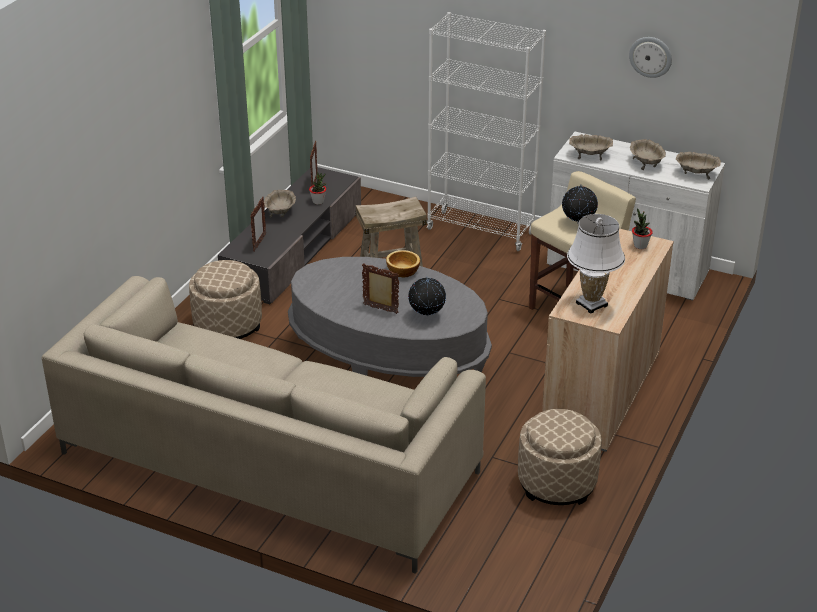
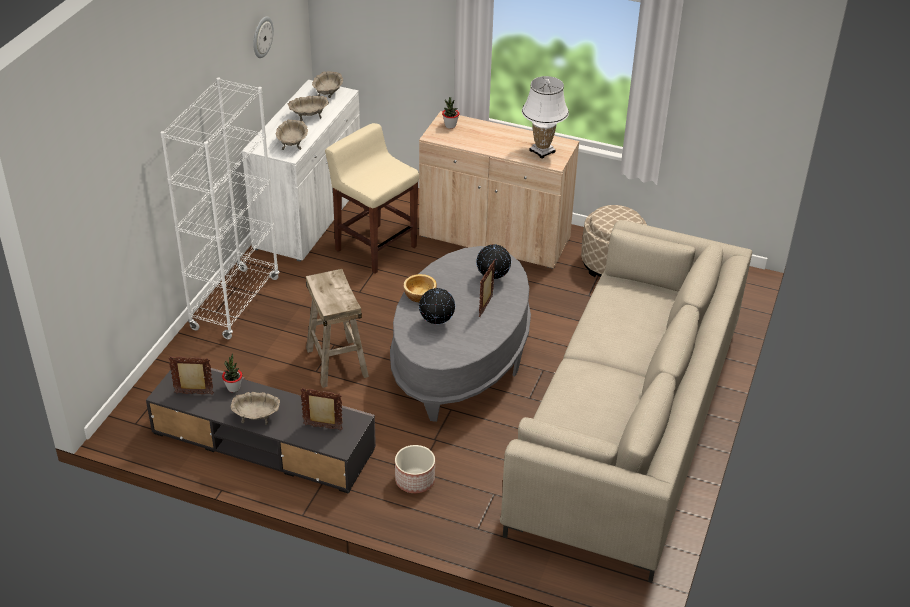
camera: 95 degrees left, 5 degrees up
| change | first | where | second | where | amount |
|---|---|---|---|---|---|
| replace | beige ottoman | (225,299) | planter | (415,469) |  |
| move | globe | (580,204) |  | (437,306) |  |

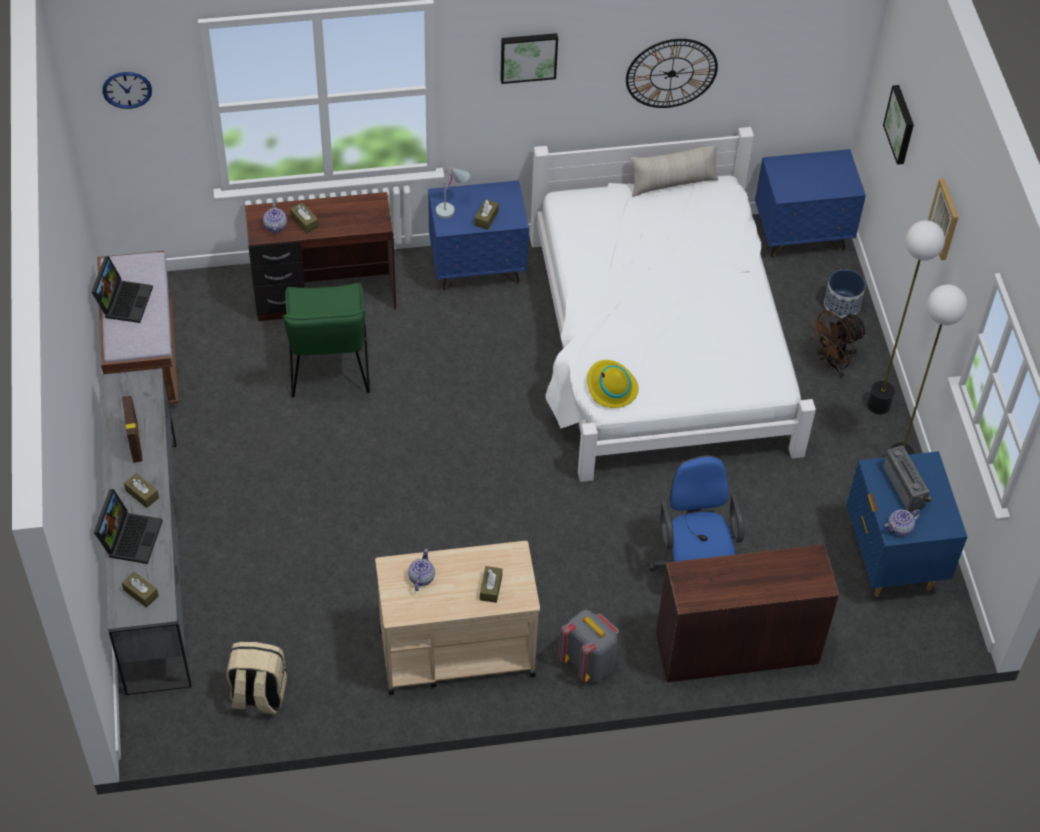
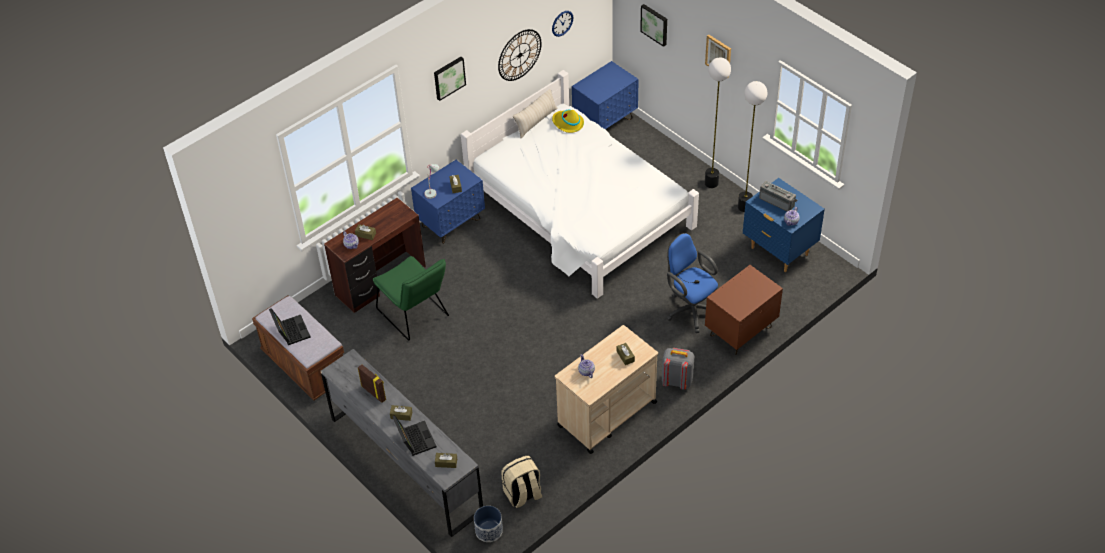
camera: 30 degrees left, 5 degrees down
| change | first | where | second | where | amount |
|---|---|---|---|---|---|
| move | planter | (845,293) |  | (488,524) |  |
| move | wall clock | (127,90) |  | (562,24) |  |
| move | yellow hat | (613,384) |  | (568,121) |  |
| replace | brown desk | (747,613) | brown nightstand | (744,310) |  |
| delete | brown fan | (837,344) |  |  |  |

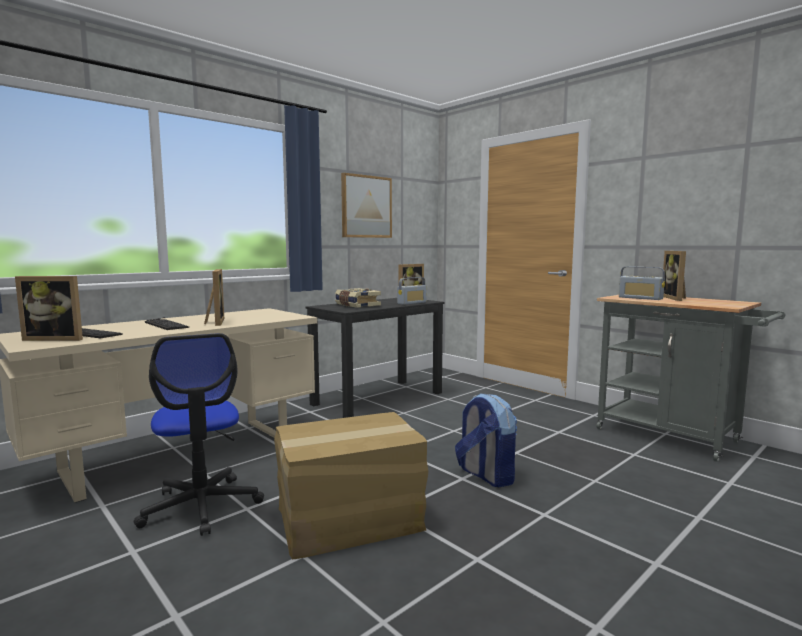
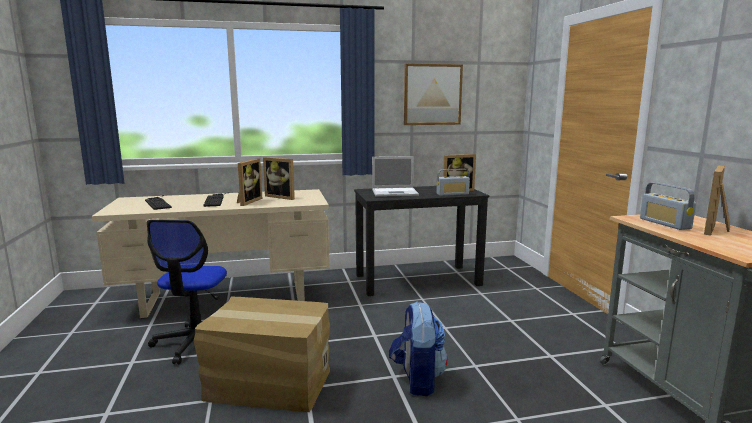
camera: 30 degrees right, 5 degrees up
| change | first | where | second | where | amount |
|---|---|---|---|---|---|
| move | picture frame | (49,308) |  | (279,178) |  |
| replace | book | (358,298) | laptop | (395,176) |  |

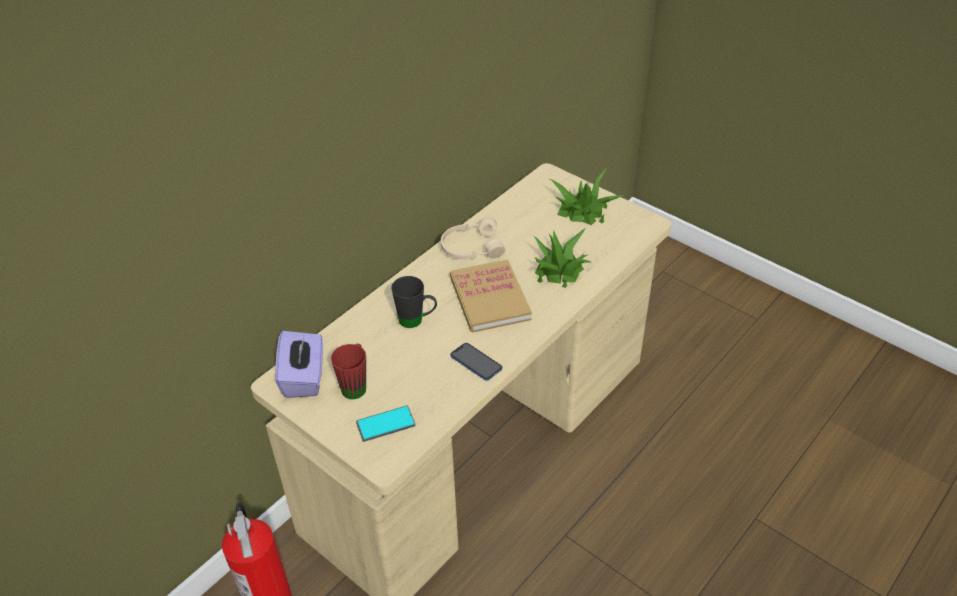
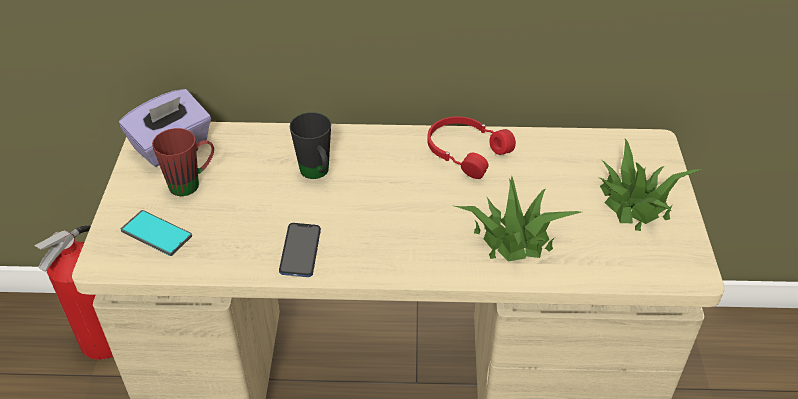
camera: 50 degrees right, 0 degrees up
| change | first | where | second | where | amount |
|---|---|---|---|---|---|
| recolor | beige headphones | (473,238) | red headphones | (471,147) |  |
| delete | book | (491,296) |  |  |  |

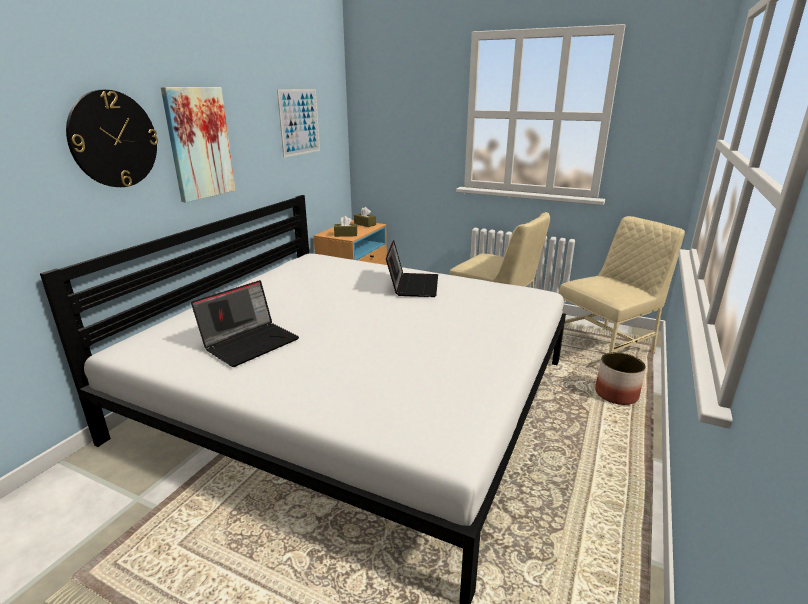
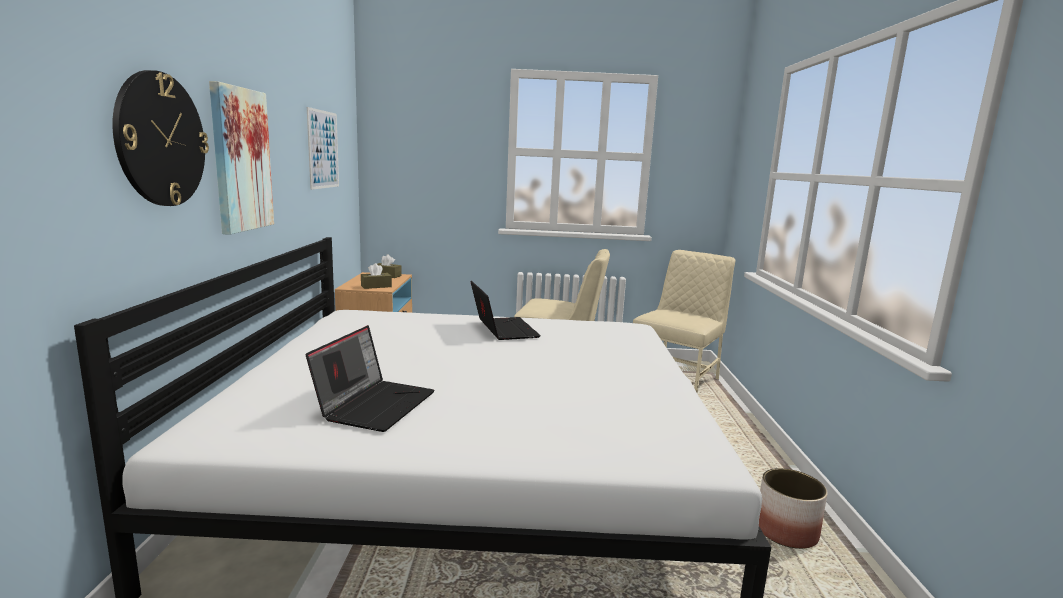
camera: 25 degrees left, 10 degrees down
| change | first | where | second | where | amount |
|---|---|---|---|---|---|
| move | planter | (620,378) |  | (793,508) |  |

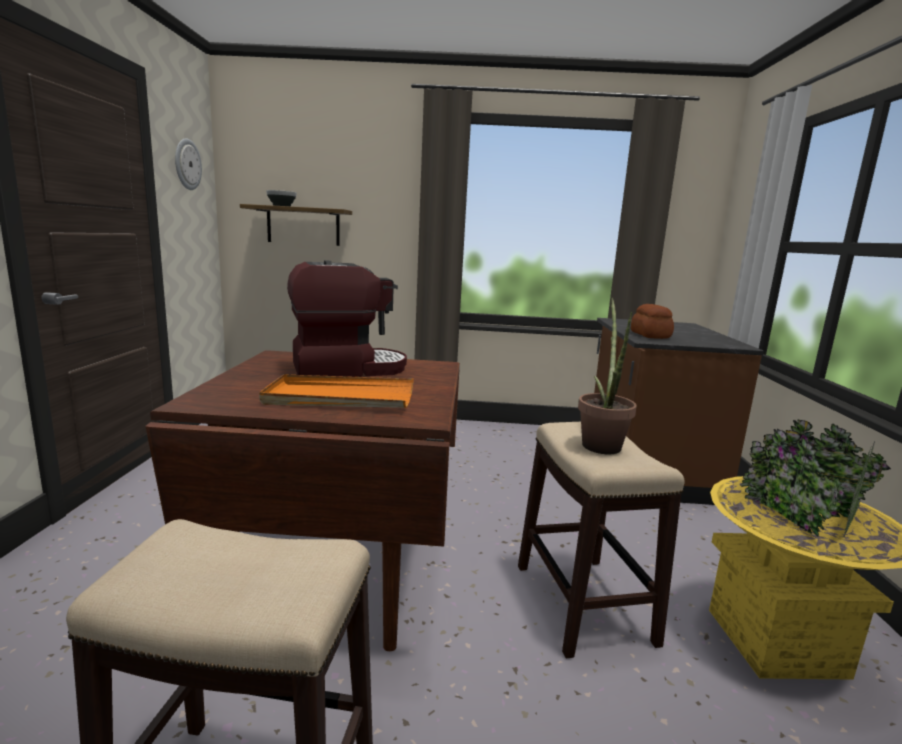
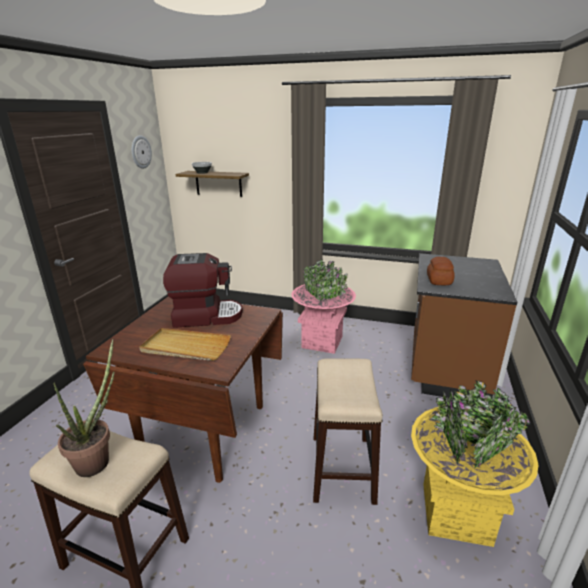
camera: 15 degrees right, 10 degrees up
| change | first | where | second | where | amount |
|---|---|---|---|---|---|
| move | potted plant | (607,376) |  | (84,408) |  |
| recolor | orange tray | (336,391) | beige tray | (185,344) |  |
| insert |  |  | pink planter | (323,307) |  |

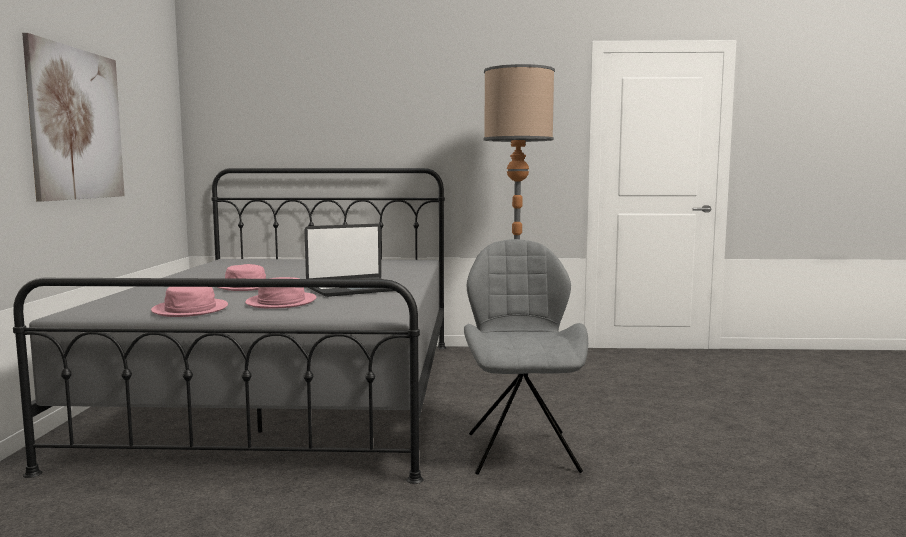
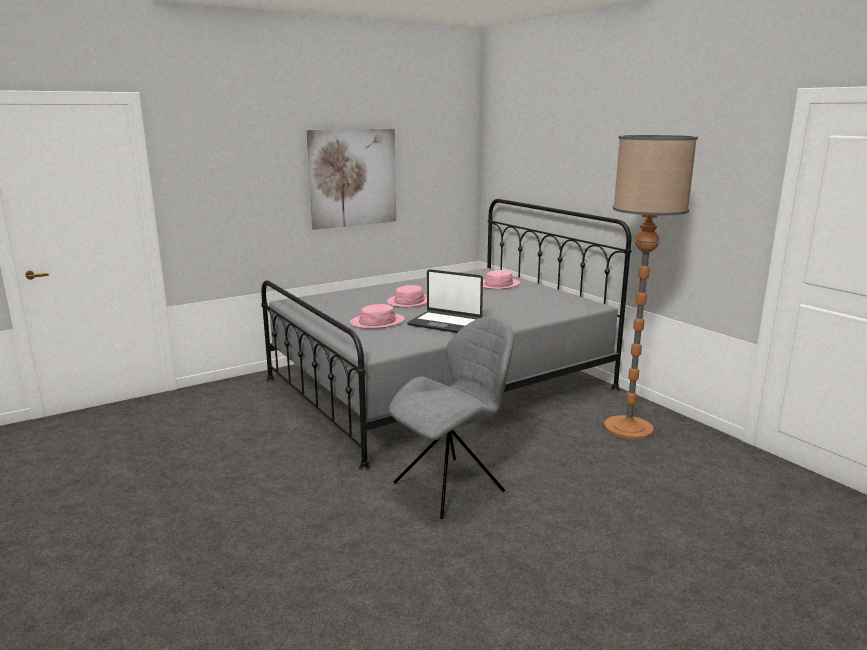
camera: 55 degrees right, 10 degrees up
| change | first | where | second | where | amount |
|---|---|---|---|---|---|
| move | pink hat | (189,302) |  | (501,279) |  |

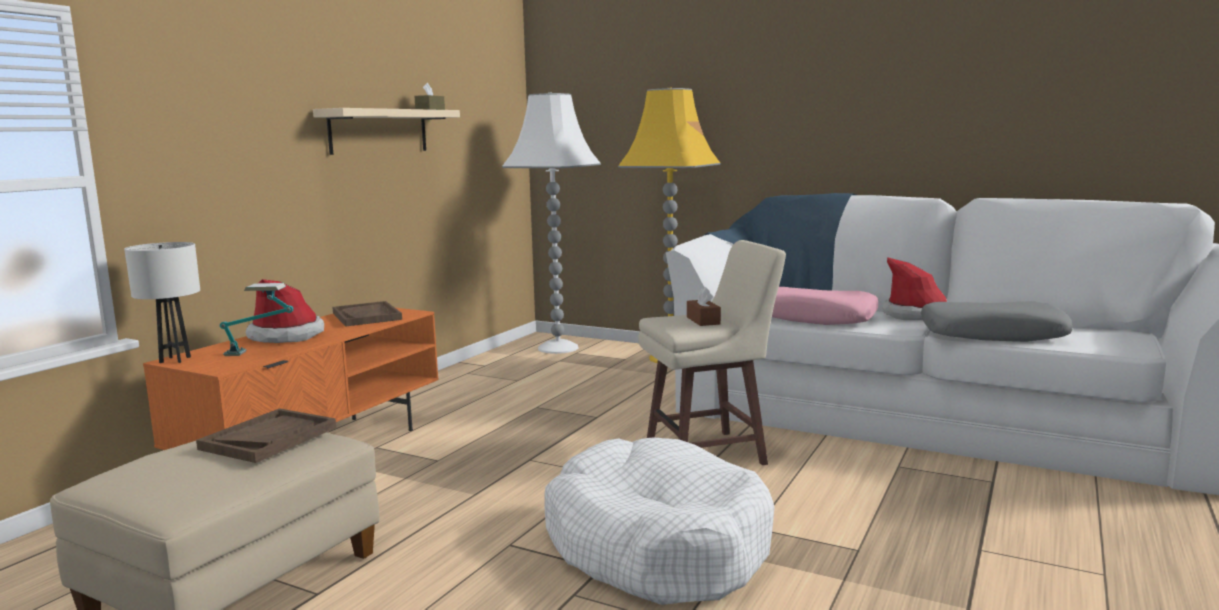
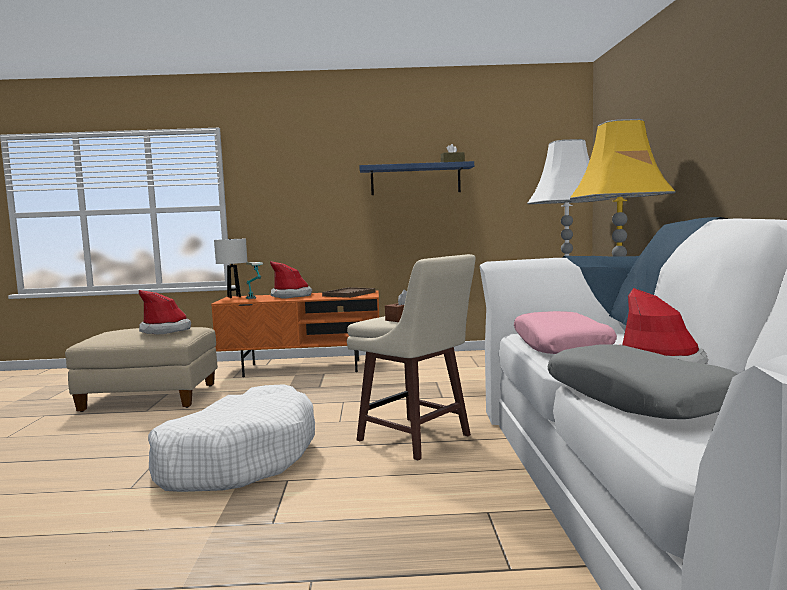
camera: 60 degrees right, 5 degrees down
| change | first | where | second | where | amount |
|---|---|---|---|---|---|
| replace | brown tray | (266,435) | hat | (165,312) |  |
| recolor | beige shelf | (386,131) | blue shelf | (416,178) |  |

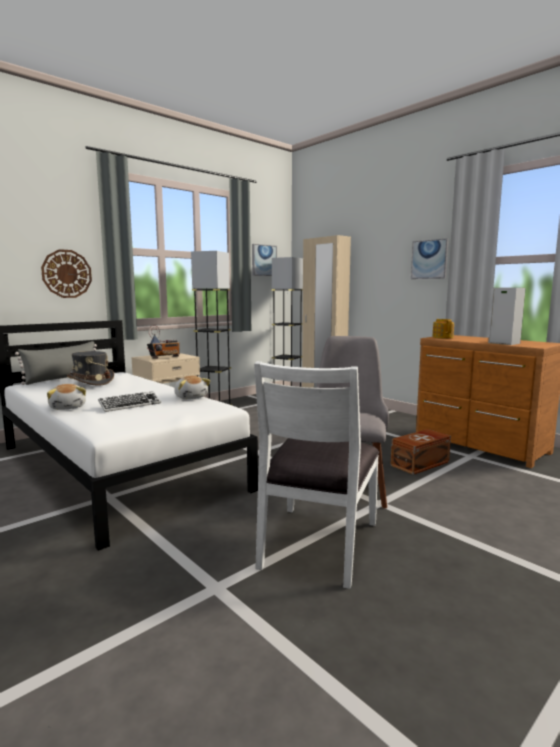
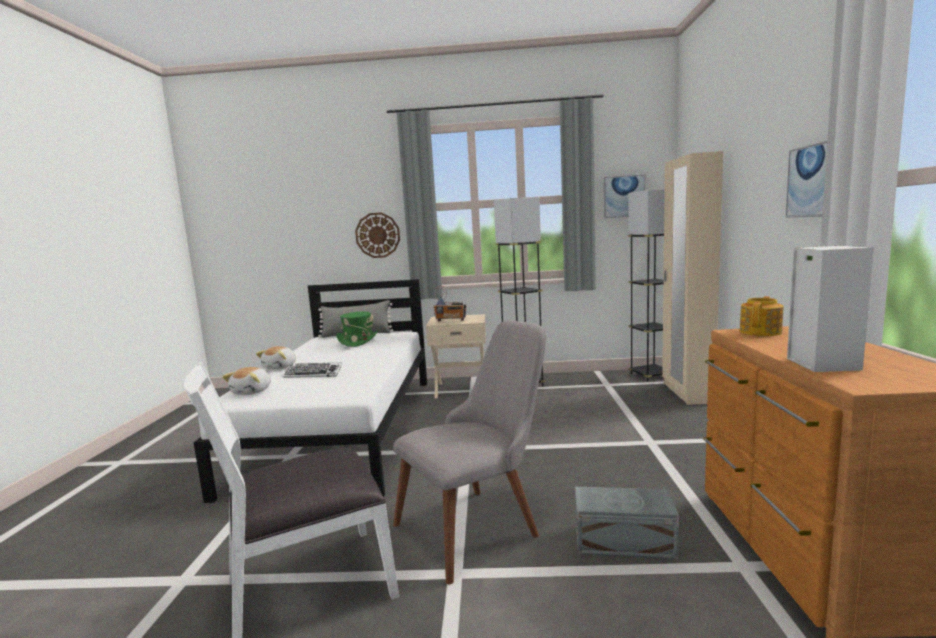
camera: 45 degrees right, 0 degrees up
| change | first | where | second | where | amount |
|---|---|---|---|---|---|
| move | plush toy | (192,387) |  | (246,381) |  |
| recolor | grey hat | (90,368) | green hat | (357,329) |  |
| recolor | brown storage box | (420,452) | grey storage box | (627,523) |  |

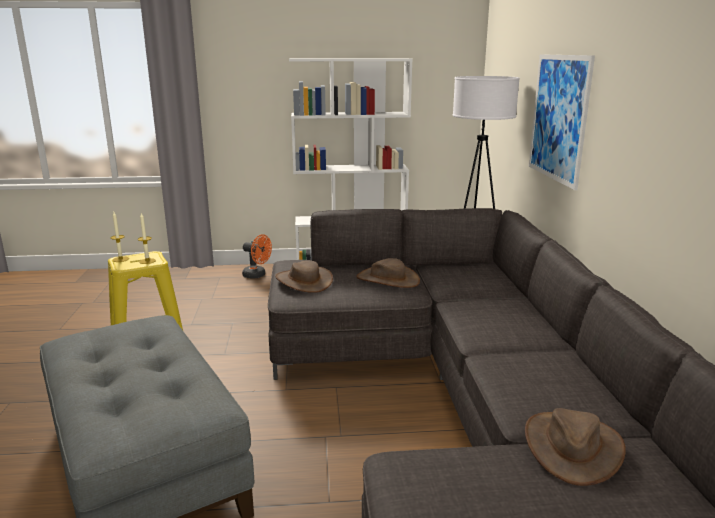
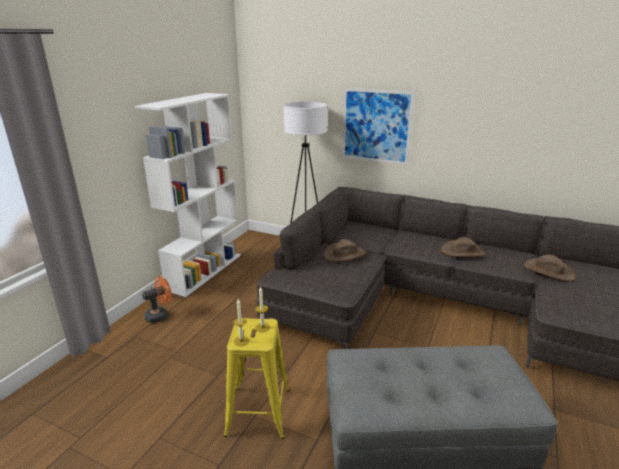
camera: 60 degrees left, 5 degrees up
| change | first | where | second | where | amount |
|---|---|---|---|---|---|
| move | brown hat | (304,276) |  | (463,247) |  |

